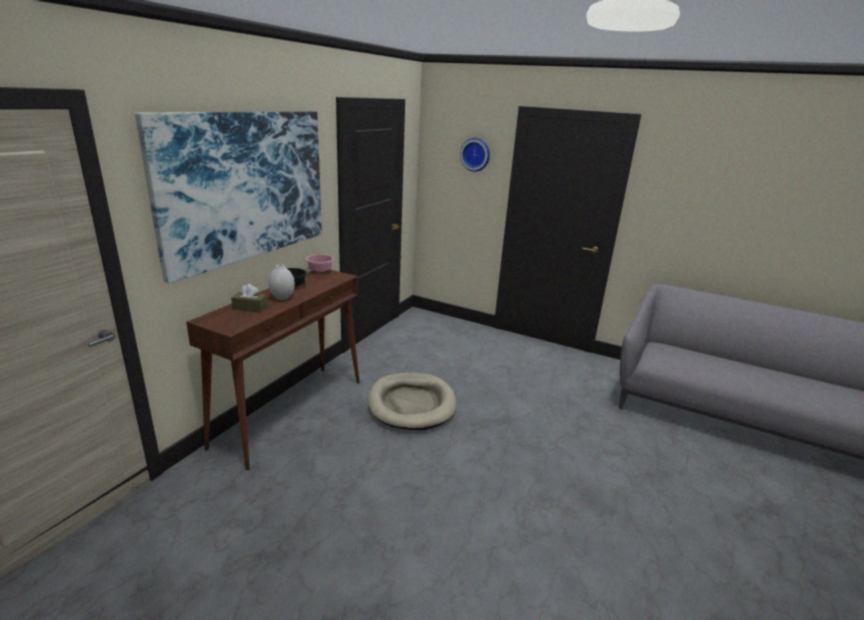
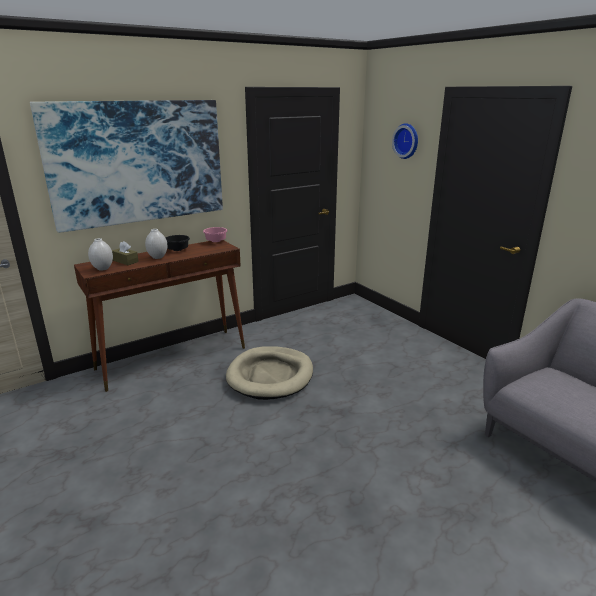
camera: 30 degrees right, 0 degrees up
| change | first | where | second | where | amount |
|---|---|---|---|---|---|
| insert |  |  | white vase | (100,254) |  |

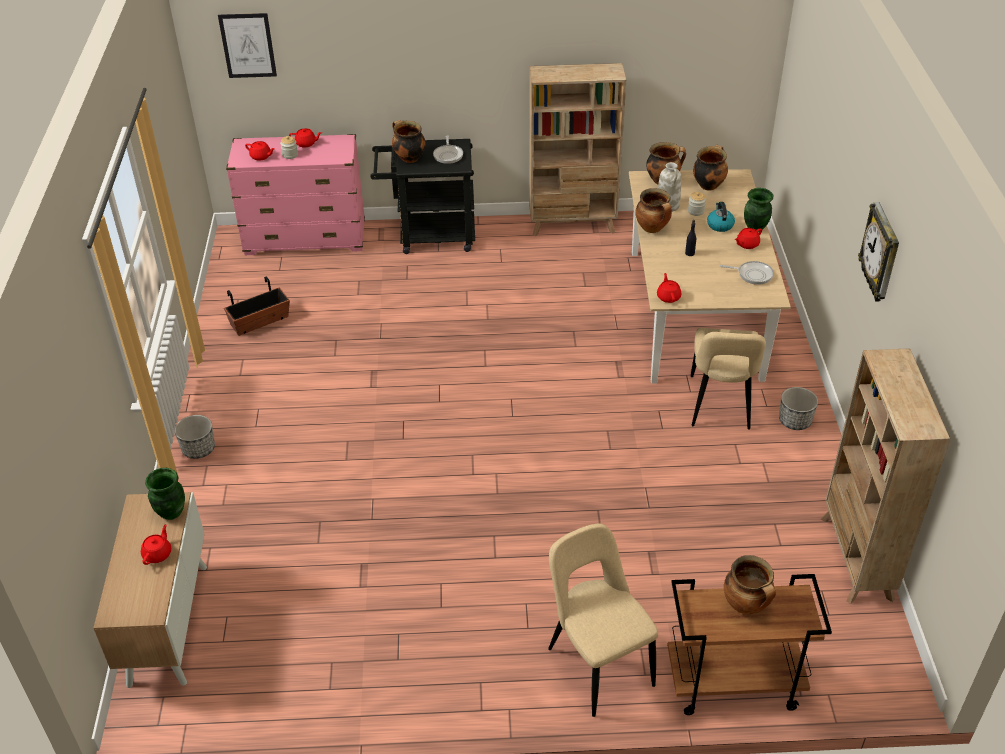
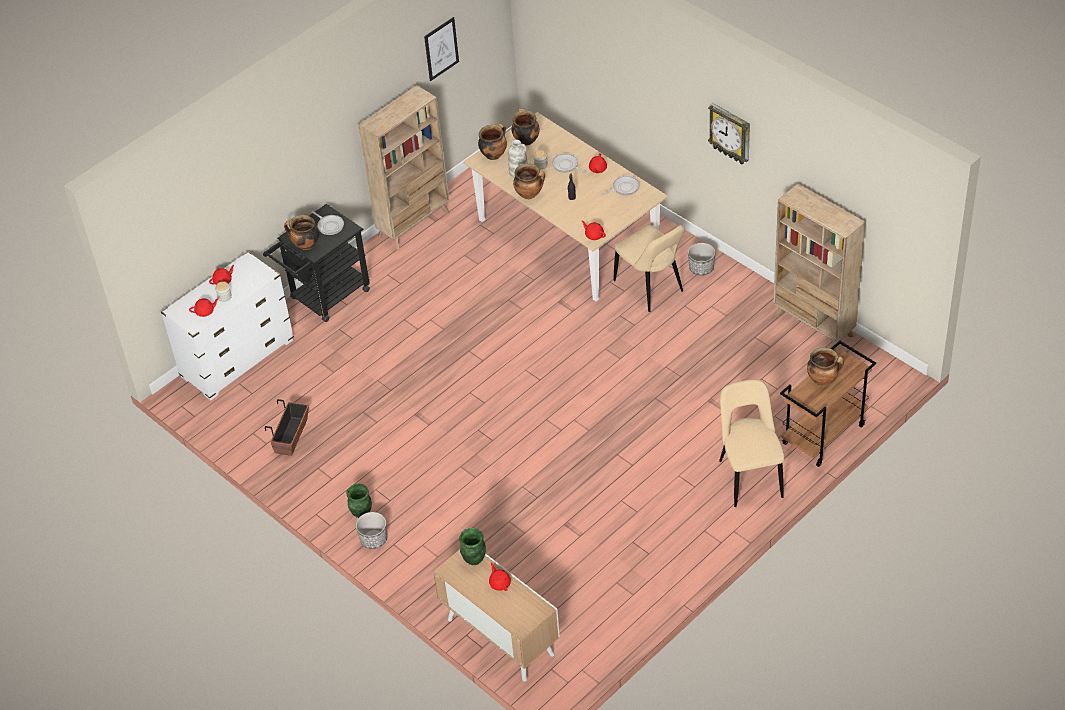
camera: 40 degrees left, 5 degrees up
| change | first | where | second | where | amount |
|---|---|---|---|---|---|
| recolor | pink dresser | (295,194) | white dresser | (227,325) |  |
| move | green vase | (759,210) |  | (359,500) |  |
| move | picture | (247,45) |  | (441,49) |  |
| replace | kettle | (721,217) | frying pan | (569,163) |  |
| rotate | beige chair | (603,620) |  | (752,443) | 60 degrees clockwise |

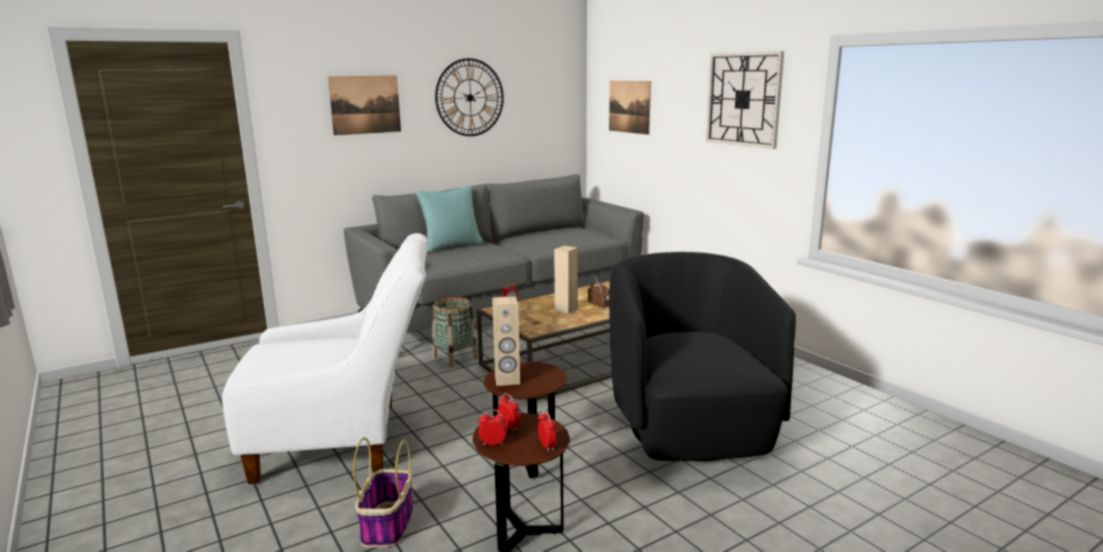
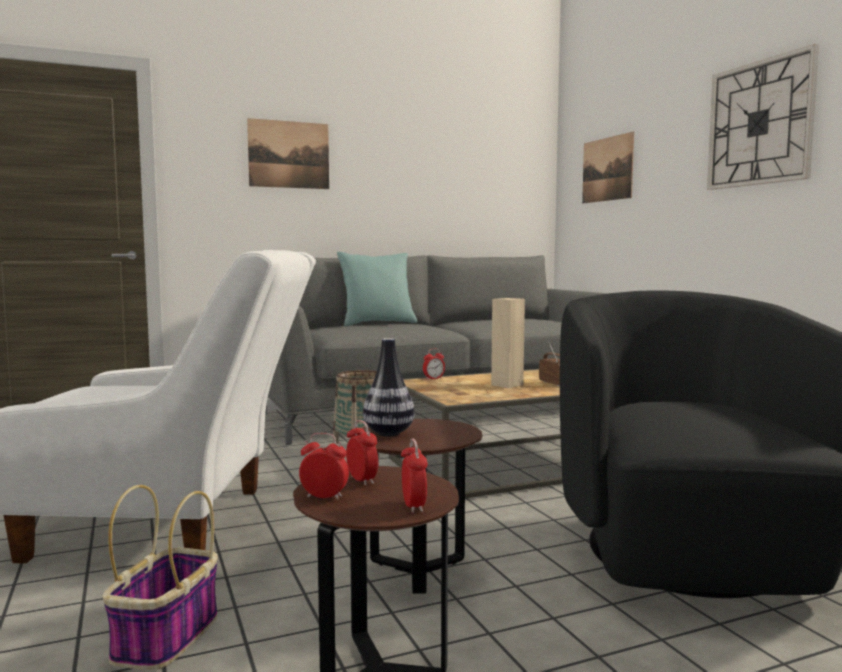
camera: 10 degrees right, 10 degrees down
| change | first | where | second | where | amount |
|---|---|---|---|---|---|
| replace | beige speaker | (506,341) | vase | (389,387) |  |
| delete | wall clock | (469,97) |  |  |  |

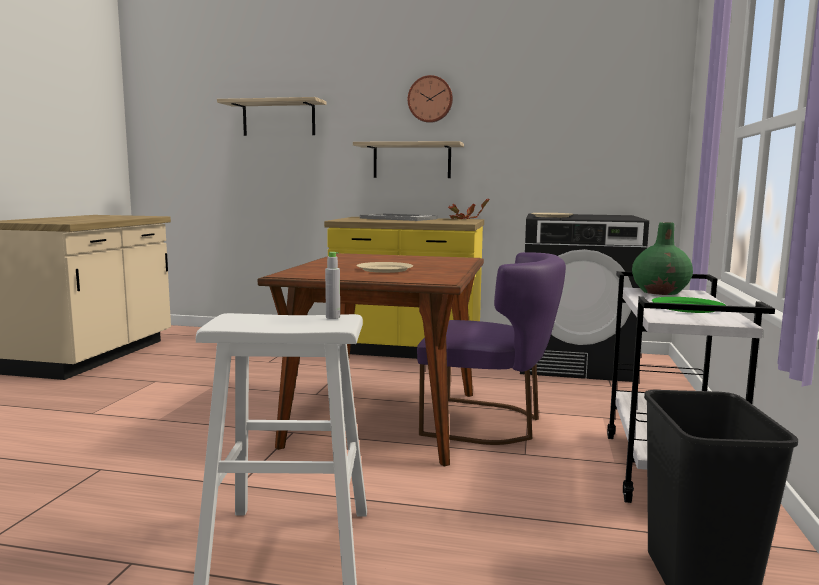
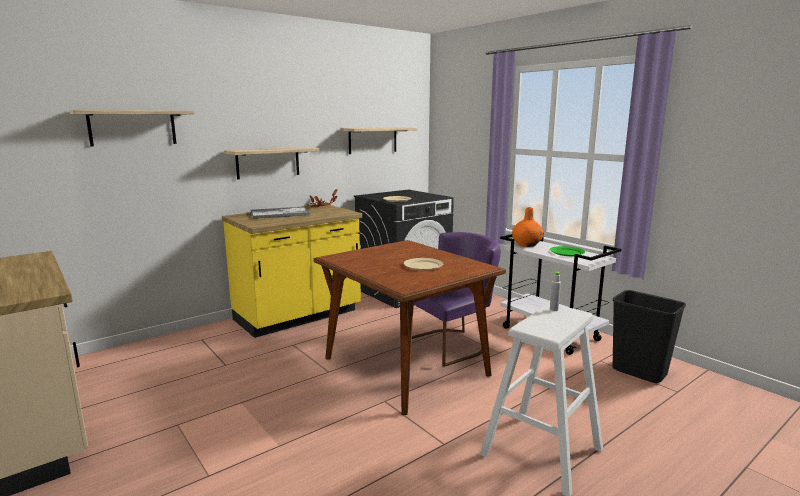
camera: 50 degrees left, 5 degrees up
| change | first | where | second | where | amount |
|---|---|---|---|---|---|
| insert |  |  | shelf | (378,140) |  |
| recolor | green vase | (662,258) | orange vase | (527,227) |  |
| delete | wall clock | (430,99) |  |  |  |

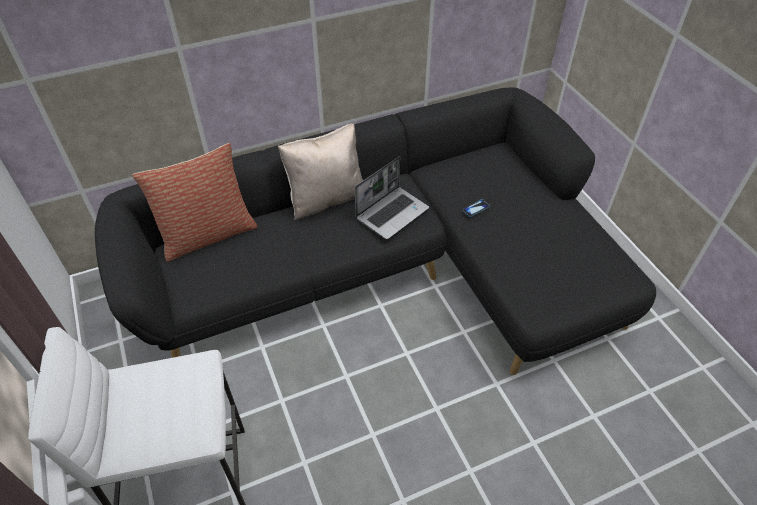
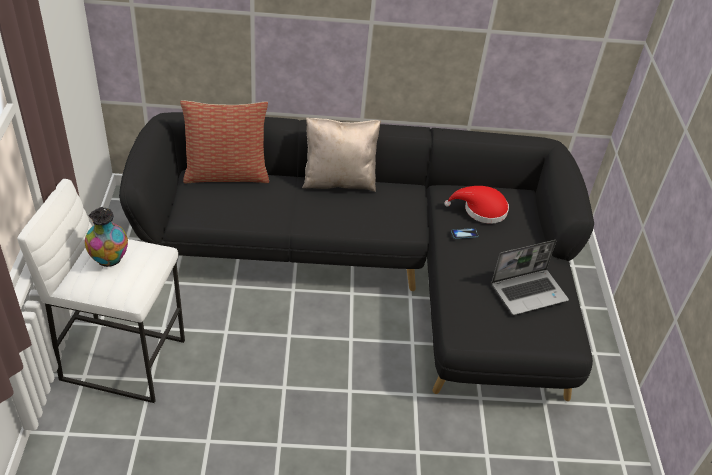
camera: 20 degrees right, 5 degrees down
| change | first | where | second | where | amount |
|---|---|---|---|---|---|
| insert |  |  | vase | (106,237) |  |
| insert |  |  | red hat | (476,205) |  |
| move | laptop | (392,197) |  | (530,277) |  |

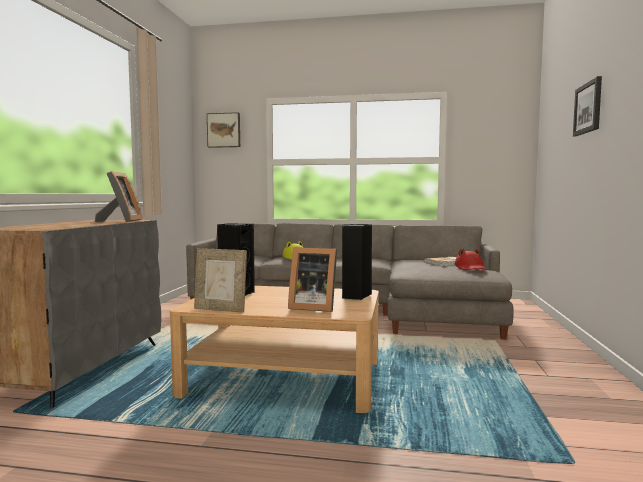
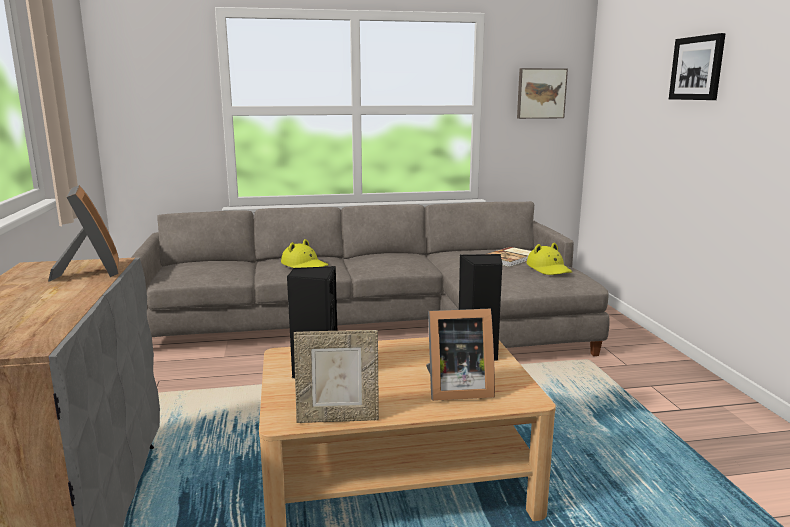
camera: 20 degrees left, 10 degrees up
| change | first | where | second | where | amount |
|---|---|---|---|---|---|
| move | picture | (223,130) |  | (542,93) |  |
| recolor | red hat | (471,259) | yellow hat | (549,258) |  |

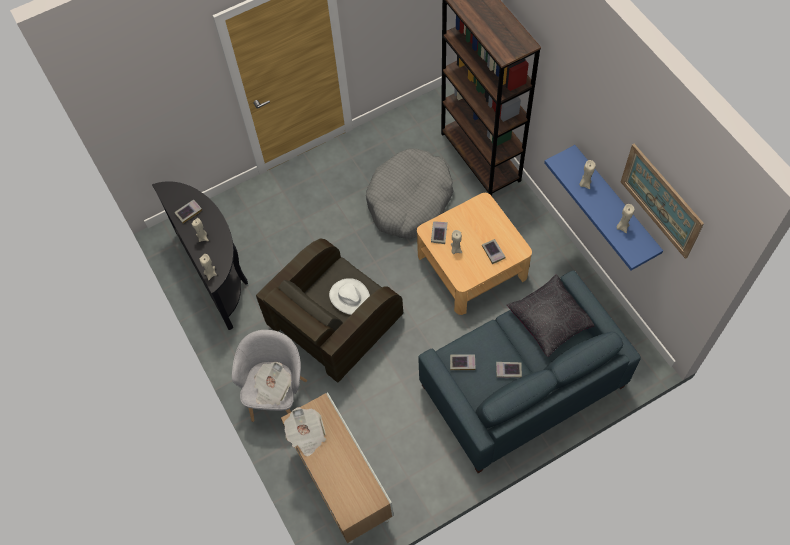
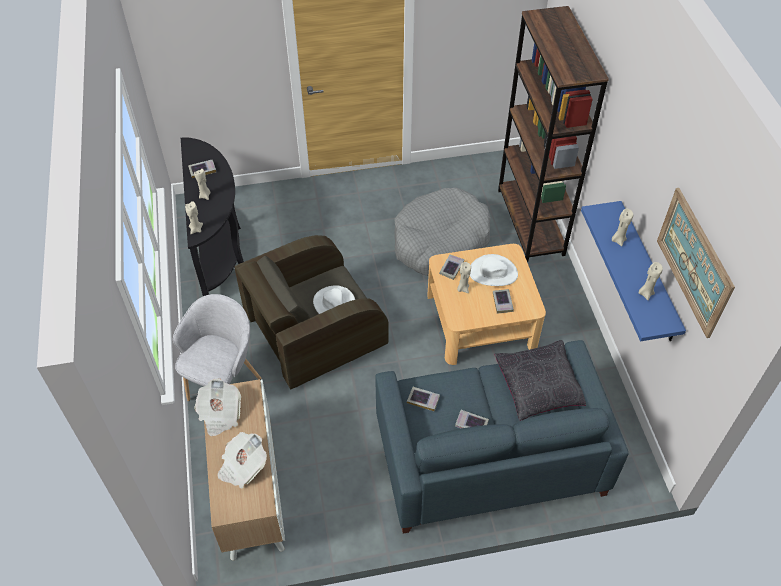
camera: 15 degrees right, 10 degrees down
| change | first | where | second | where | amount |
|---|---|---|---|---|---|
| move | newspaper | (272,383) |  | (242,460) |  |
| insert |  |  | white hat | (494,270) |  |

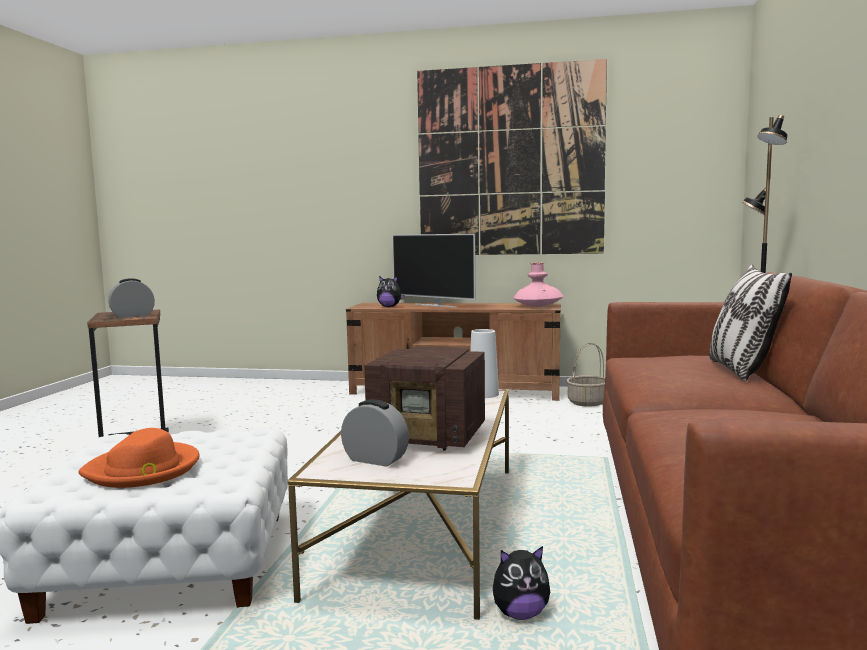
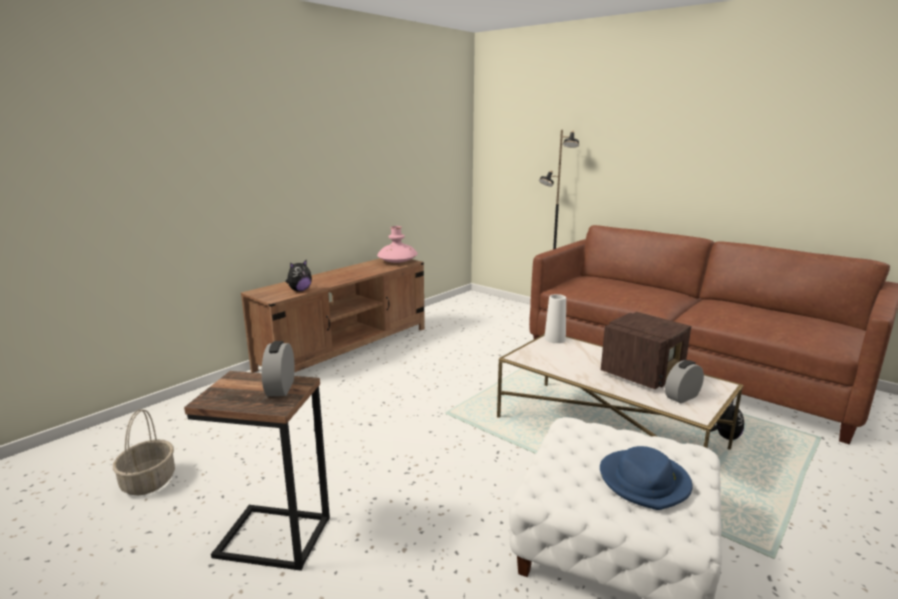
camera: 60 degrees left, 10 degrees up
| change | first | where | second | where | amount |
|---|---|---|---|---|---|
| move | basket | (585,375) |  | (144,452) |  |
| recolor | orange hat | (139,458) | blue hat | (646,478) |  |
| delete | television | (434,270) |  |  |  |
| delete | picture | (512,157) |  |  |  |
| delete | pillow | (750,323) |  |  |  |

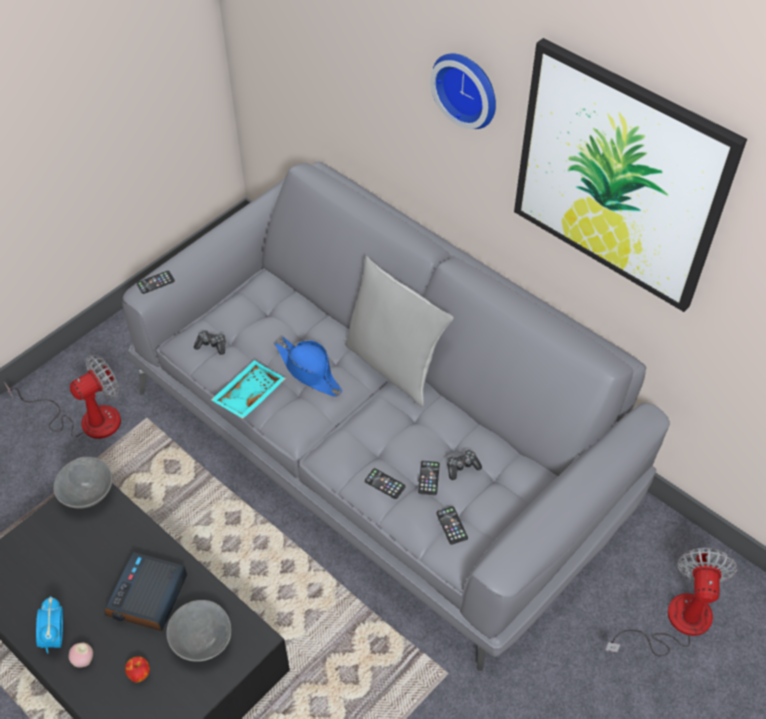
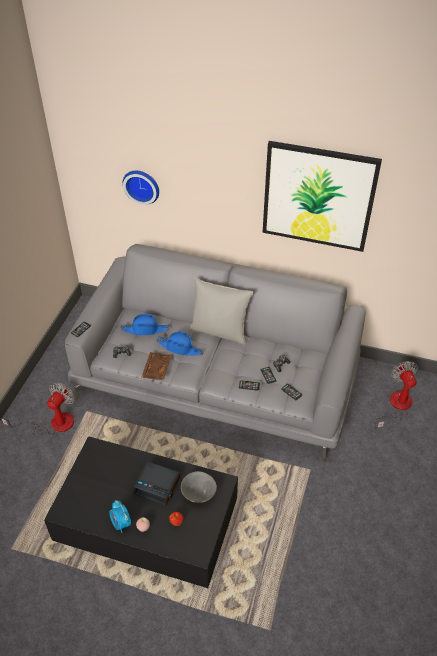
camera: 25 degrees left, 5 degrees down
| change | first | where | second | where | amount |
|---|---|---|---|---|---|
| insert |  |  | blue hat | (145,324) |  |
| move | wall clock | (463,91) |  | (141,188) |  |
| rotate | alarm clock | (146,591) |  | (157,483) | 60 degrees counterclockwise |
| recolor | turquoise tray | (248,389) | brown tray | (156,366) |  |
| delete | grey bowl | (83,483) |  |  |  |

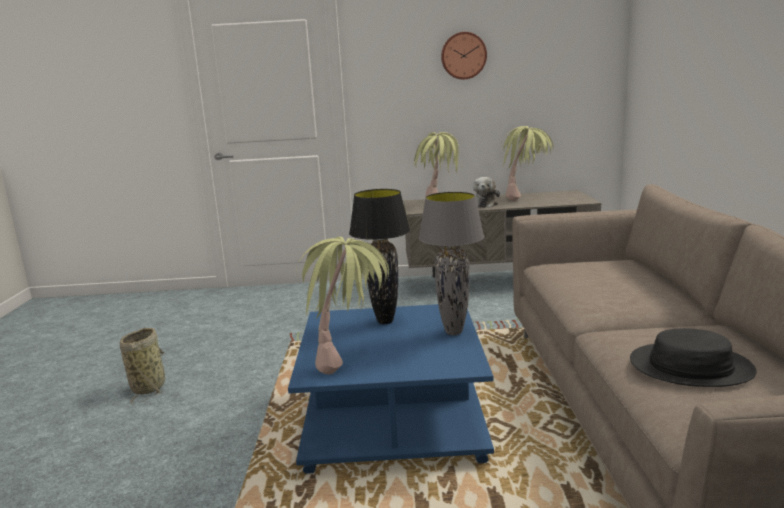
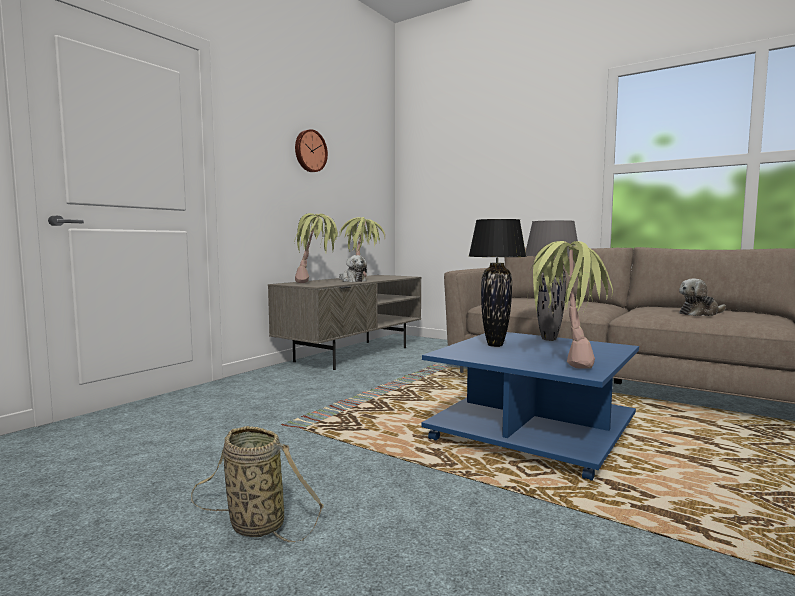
camera: 55 degrees left, 10 degrees down
| change | first | where | second | where | amount |
|---|---|---|---|---|---|
| replace | black hat | (693,357) | plush toy | (702,297) |  |

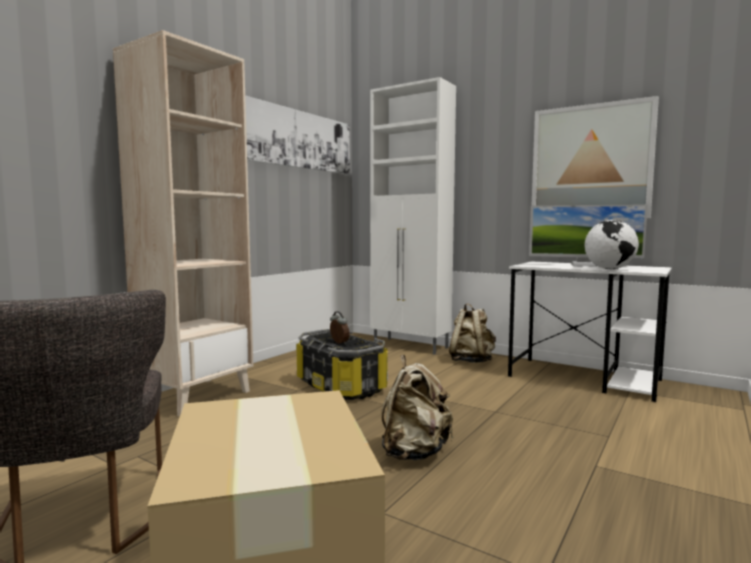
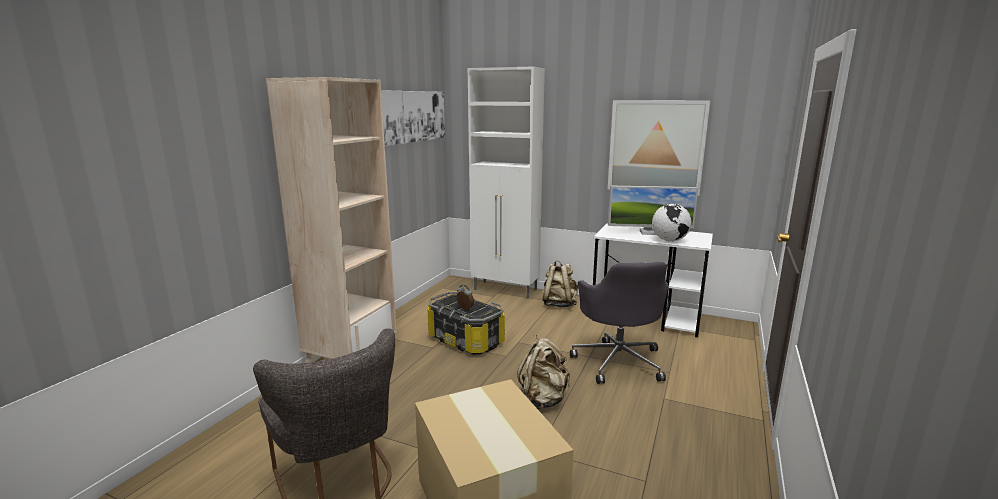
camera: 10 degrees left, 10 degrees up
| change | first | where | second | where | amount |
|---|---|---|---|---|---|
| insert |  |  | grey office chair | (619,322) |  |

